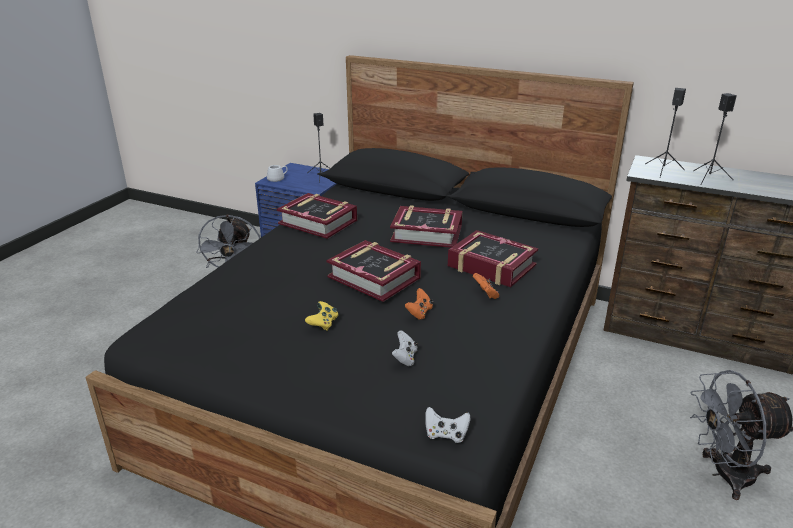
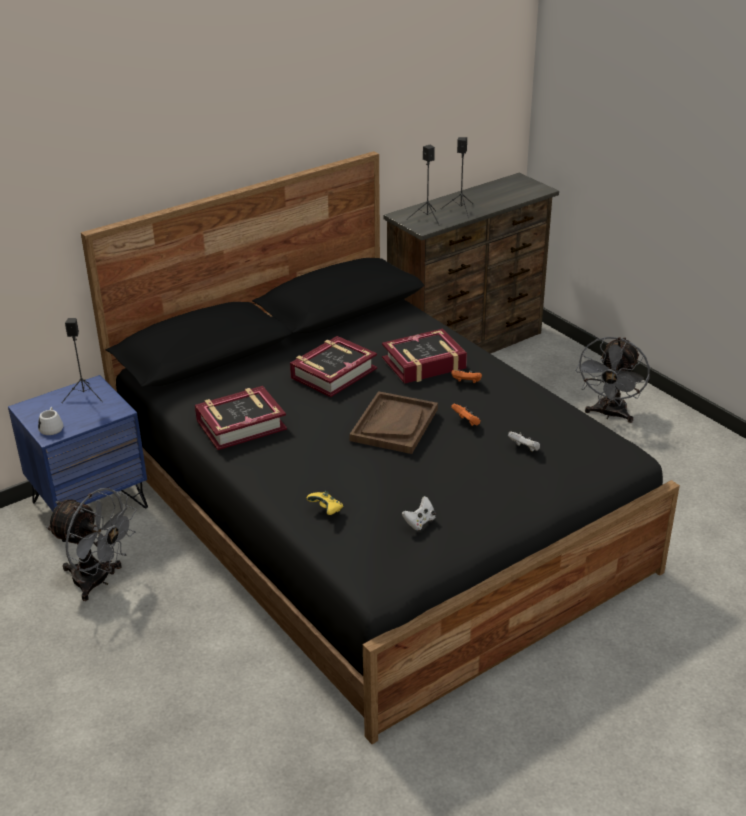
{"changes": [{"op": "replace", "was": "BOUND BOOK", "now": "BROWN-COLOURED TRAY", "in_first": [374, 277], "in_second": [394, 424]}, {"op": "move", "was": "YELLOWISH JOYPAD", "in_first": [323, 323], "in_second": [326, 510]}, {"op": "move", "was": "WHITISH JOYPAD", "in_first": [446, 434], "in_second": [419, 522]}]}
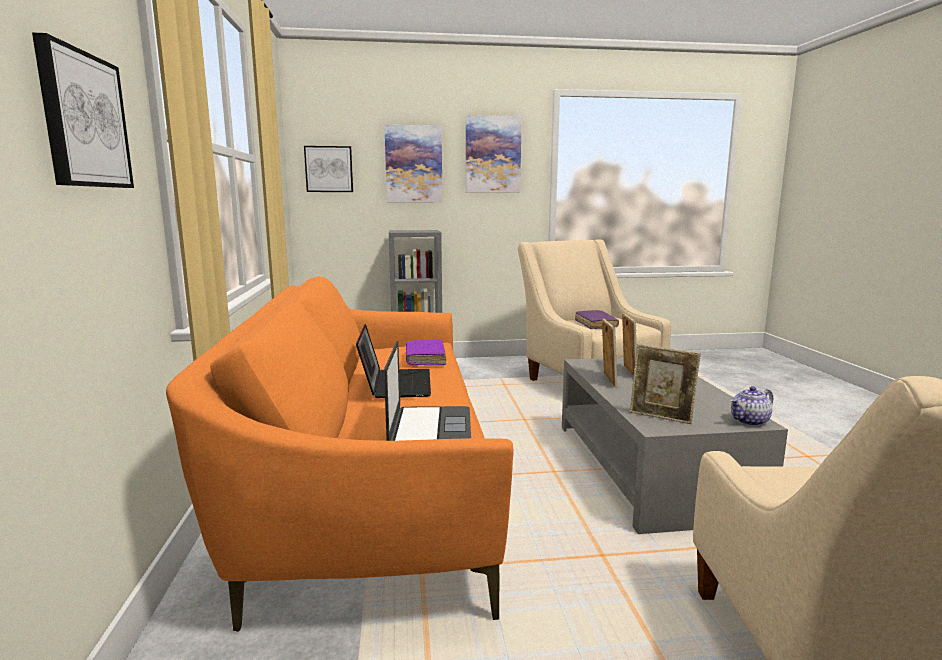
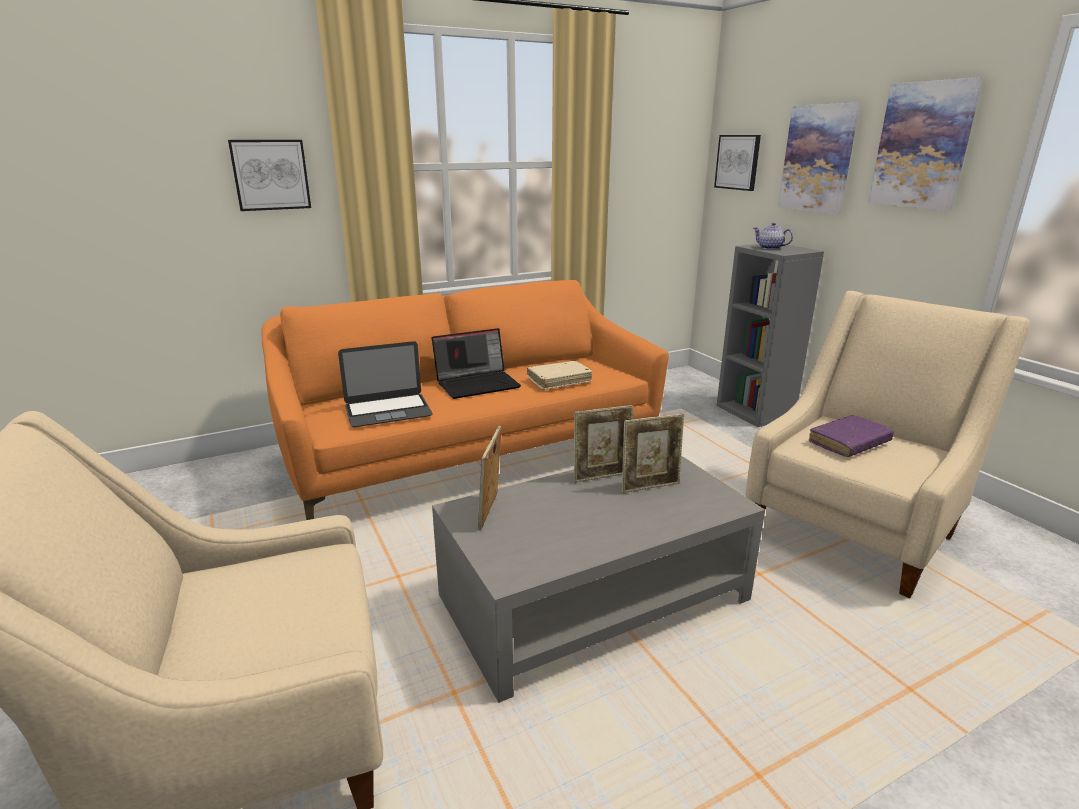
{"changes": [{"op": "recolor", "was": "PURPLISH BOUND BOOK", "now": "BEIGE BOUND BOOK", "in_first": [425, 359], "in_second": [559, 381]}, {"op": "move", "was": "TEA POT", "in_first": [750, 421], "in_second": [770, 248]}]}
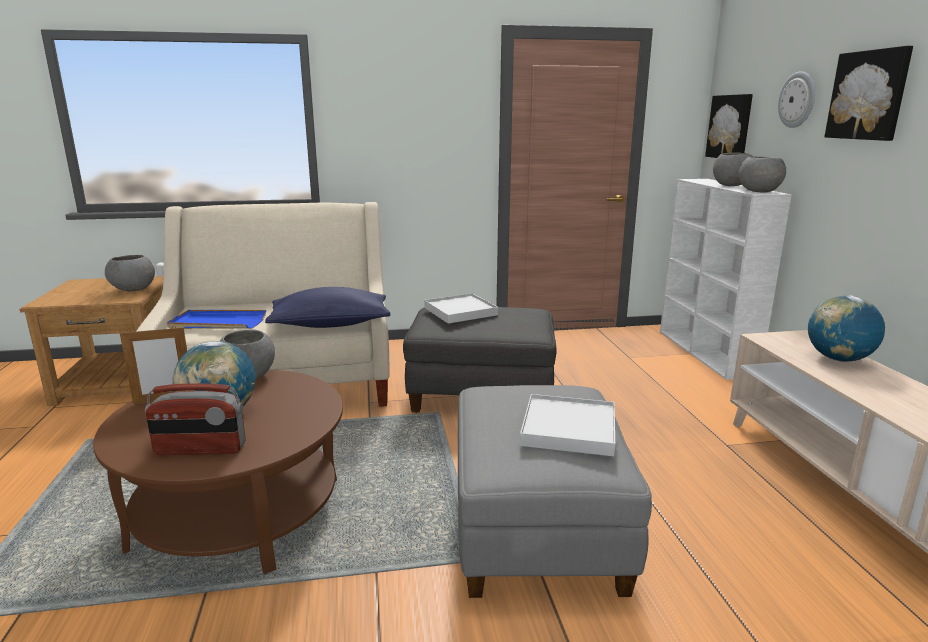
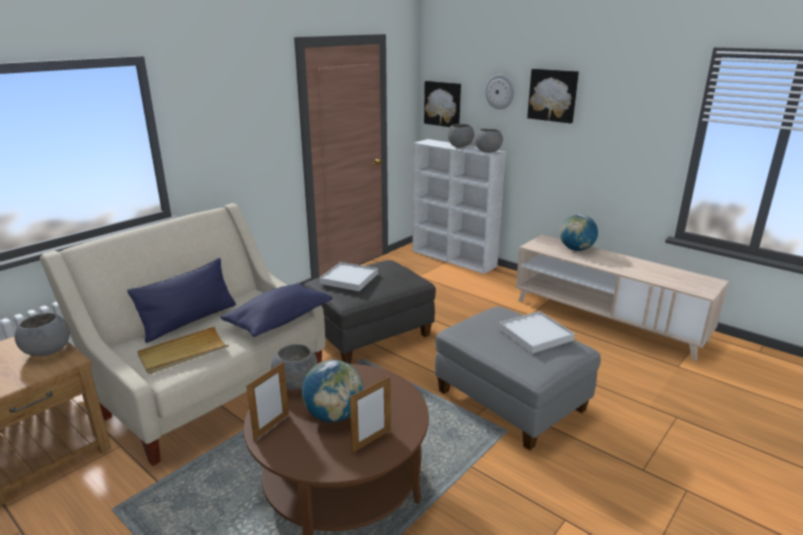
{"changes": [{"op": "recolor", "was": "BLUE TRAY", "now": "BEIGE TRAY", "in_first": [217, 323], "in_second": [183, 353]}, {"op": "replace", "was": "RADIO", "now": "PICTURE FRAME", "in_first": [200, 449], "in_second": [371, 441]}, {"op": "insert", "now": "BLUE CUSHION", "in_second": [189, 321]}]}
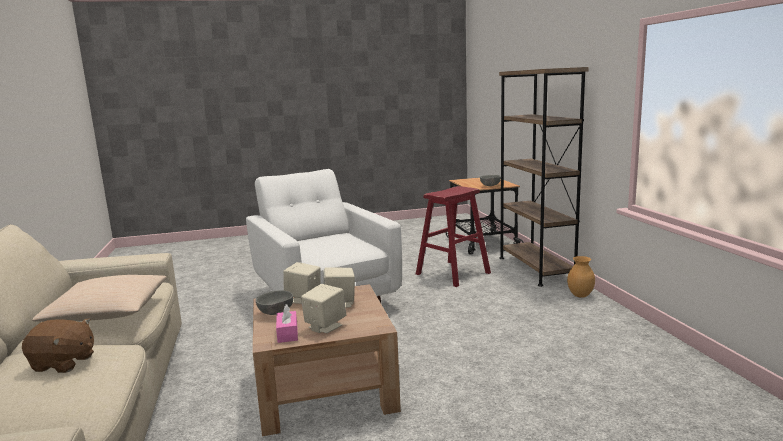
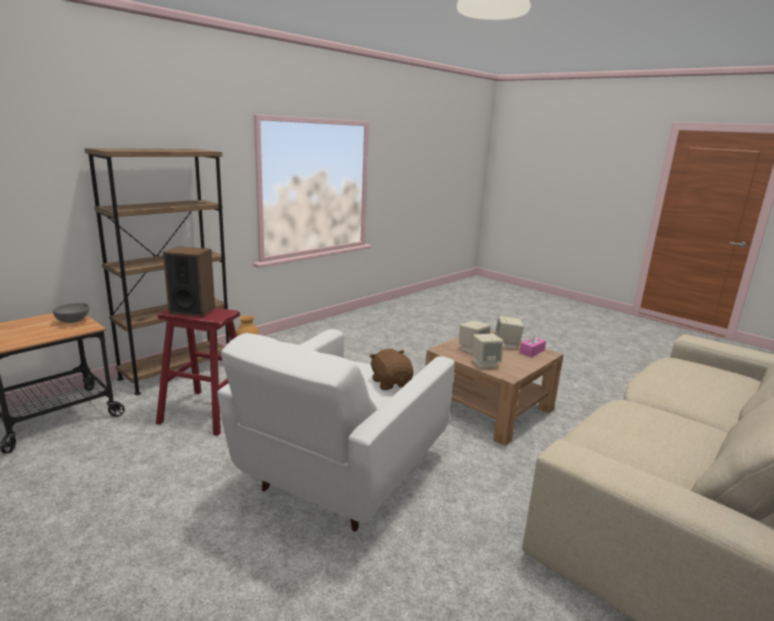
{"changes": [{"op": "delete", "was": "BEIGE CUSHION", "in_first": [108, 312]}, {"op": "delete", "was": "GREYISH SERVING BOWL", "in_first": [275, 313]}, {"op": "move", "was": "BROWN-COLOURED CUDDLY TOY", "in_first": [63, 363], "in_second": [391, 383]}, {"op": "insert", "now": "LOUDSPEAKER", "in_second": [192, 310]}]}
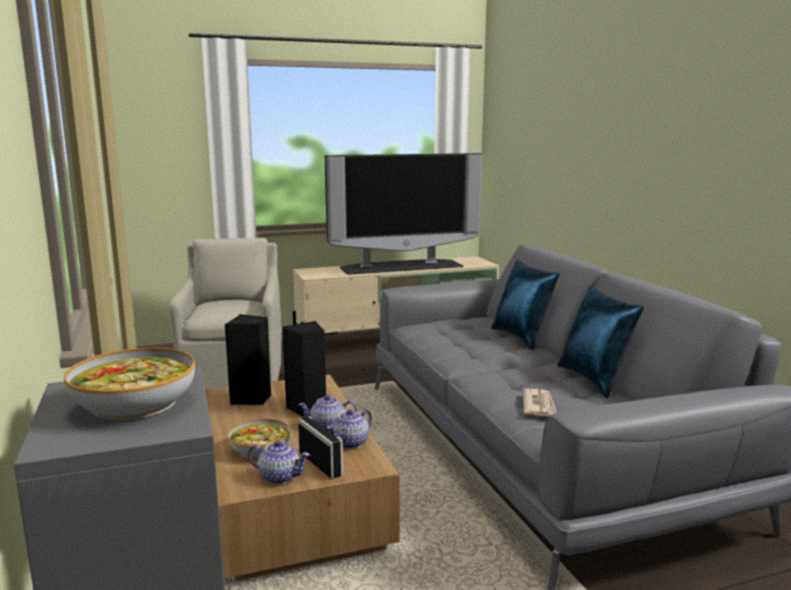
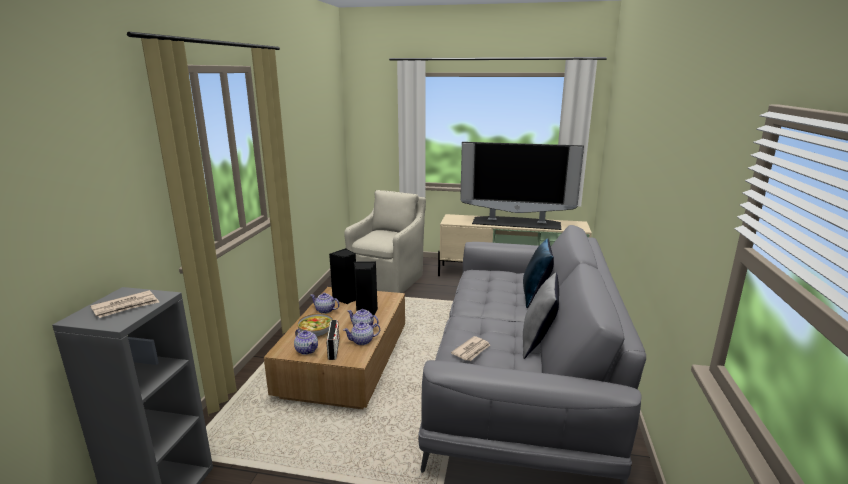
{"changes": [{"op": "recolor", "was": "BLUE CUSHION", "now": "GREYISH CUSHION", "in_first": [595, 380], "in_second": [538, 343]}, {"op": "replace", "was": "SERVING BOWL", "now": "DAILY PAPER", "in_first": [134, 403], "in_second": [126, 306]}, {"op": "insert", "now": "TEA POT", "in_second": [325, 310]}]}
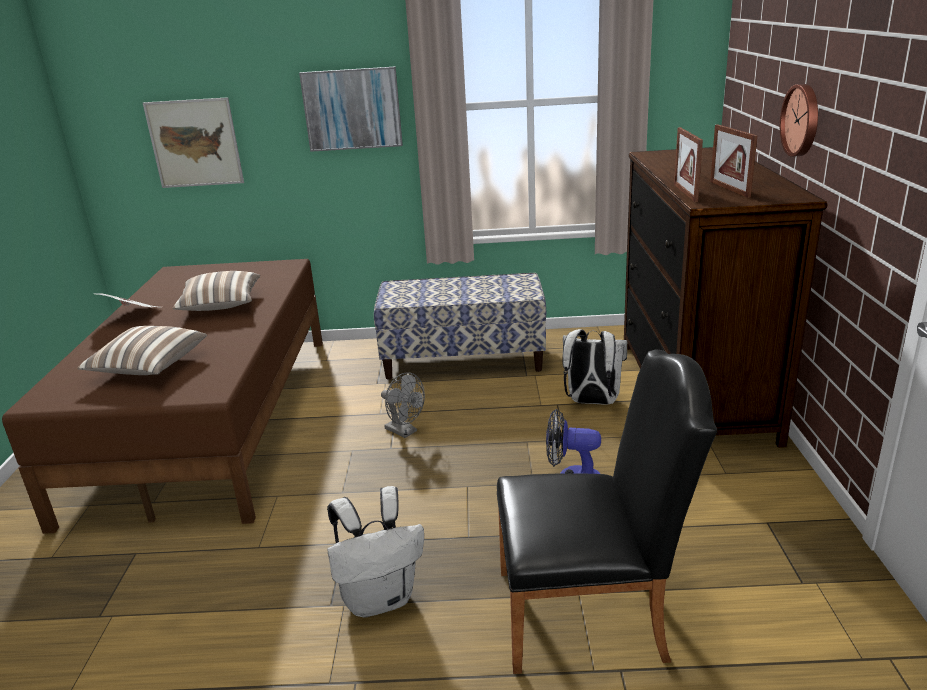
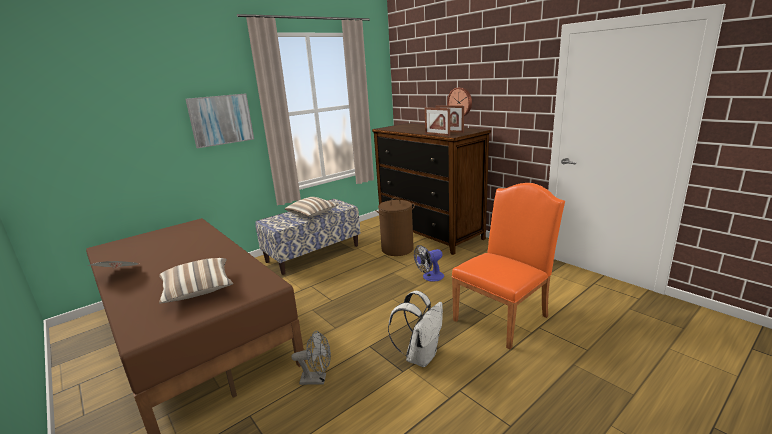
{"changes": [{"op": "delete", "was": "WALL PICTURE", "in_first": [195, 143]}, {"op": "move", "was": "CUSHION", "in_first": [221, 306], "in_second": [312, 214]}, {"op": "replace", "was": "WHITISH KNAPSACK", "now": "BROWN-COLOURED WASHING BASKET", "in_first": [591, 402], "in_second": [397, 249]}, {"op": "recolor", "was": "BLACK-COLOURED UPRIGHT CHAIR", "now": "ORANGEY UPRIGHT CHAIR", "in_first": [593, 612], "in_second": [504, 315]}, {"op": "move", "was": "GREYISH ELECTRIC FAN", "in_first": [405, 431], "in_second": [317, 379]}]}
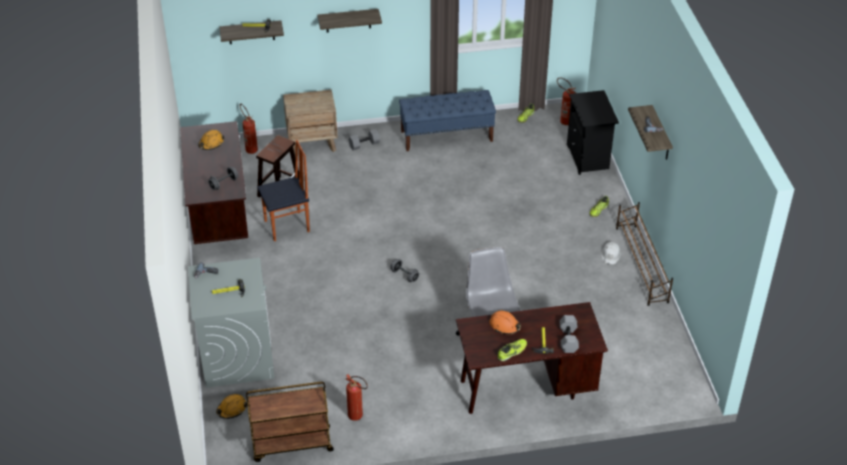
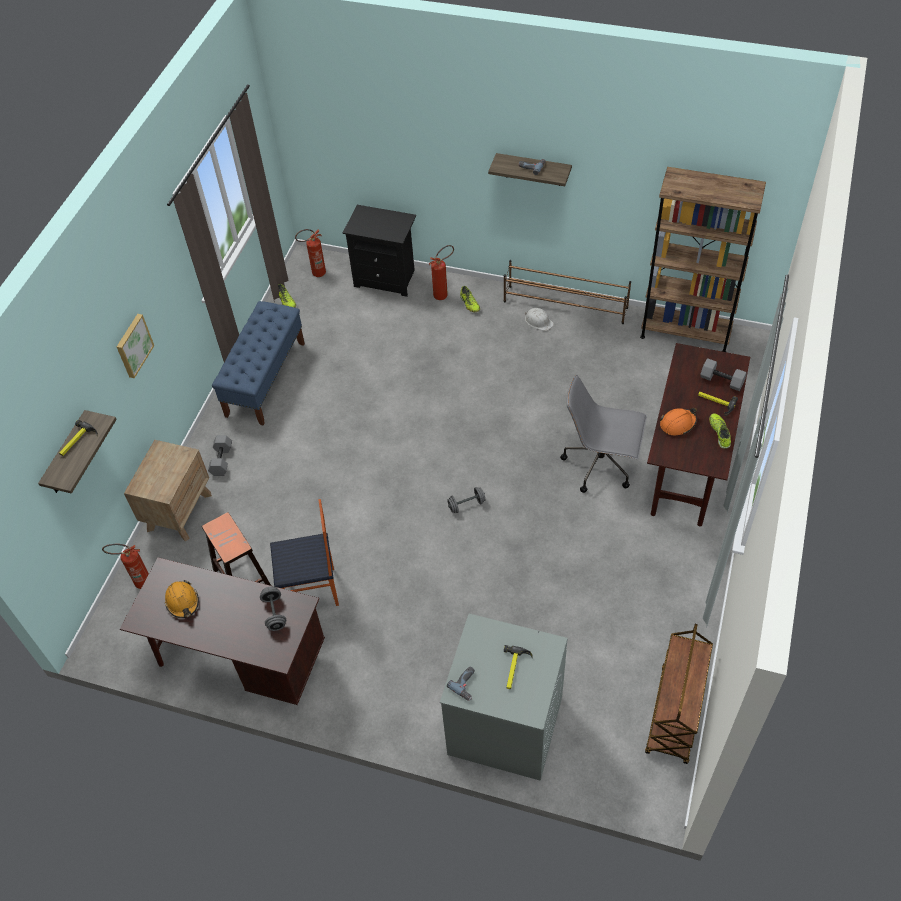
{"changes": [{"op": "replace", "was": "BRACKET SHELF", "now": "WALL PICTURE", "in_first": [348, 20], "in_second": [133, 345]}, {"op": "rotate", "was": "UPRIGHT CHAIR", "in_first": [287, 226], "in_second": [312, 591], "clockwise": 75}, {"op": "move", "was": "EXTINGUISHER", "in_first": [358, 417], "in_second": [443, 294]}, {"op": "delete", "was": "ORANGEY SAFETY HELMET", "in_first": [232, 409]}, {"op": "insert", "now": "BROWN-COLOURED BOOKSHELF", "in_second": [685, 332]}]}
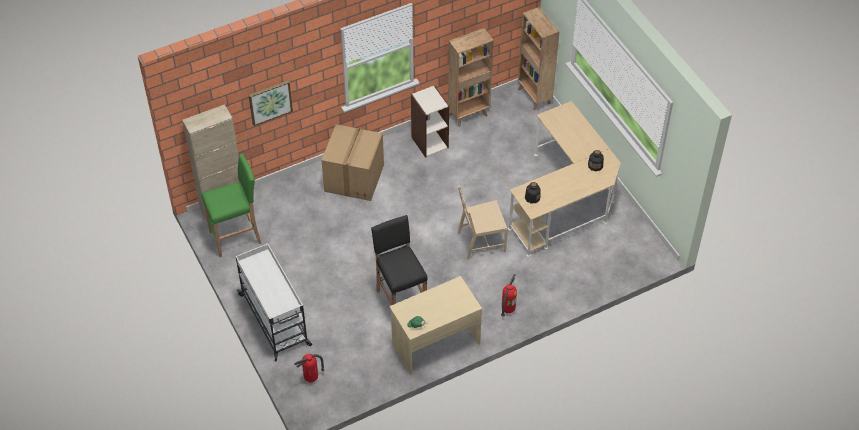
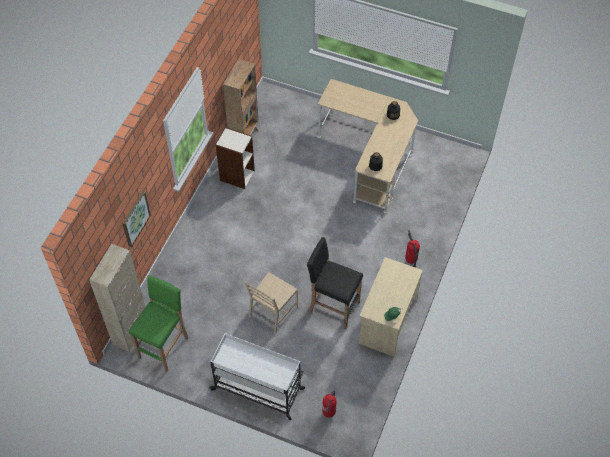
{"changes": [{"op": "delete", "was": "BROWN-COLOURED BOOKSHELF", "in_first": [534, 97]}, {"op": "delete", "was": "CARDBOARD BOX", "in_first": [354, 179]}, {"op": "move", "was": "BEIGE UPRIGHT CHAIR", "in_first": [481, 242], "in_second": [272, 312]}]}
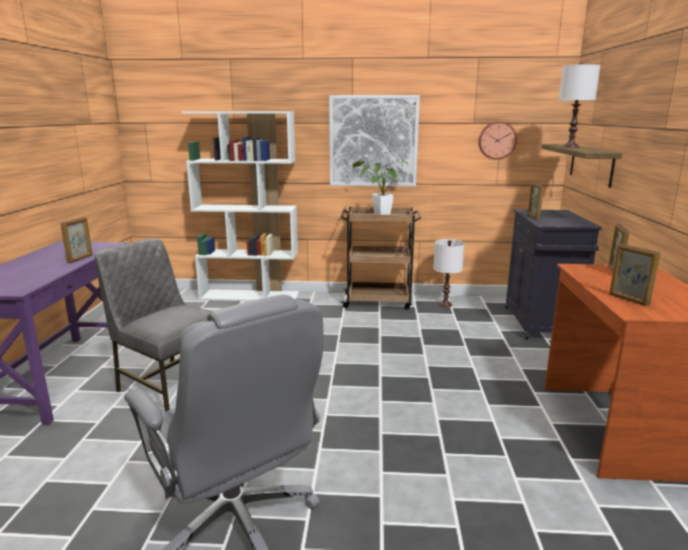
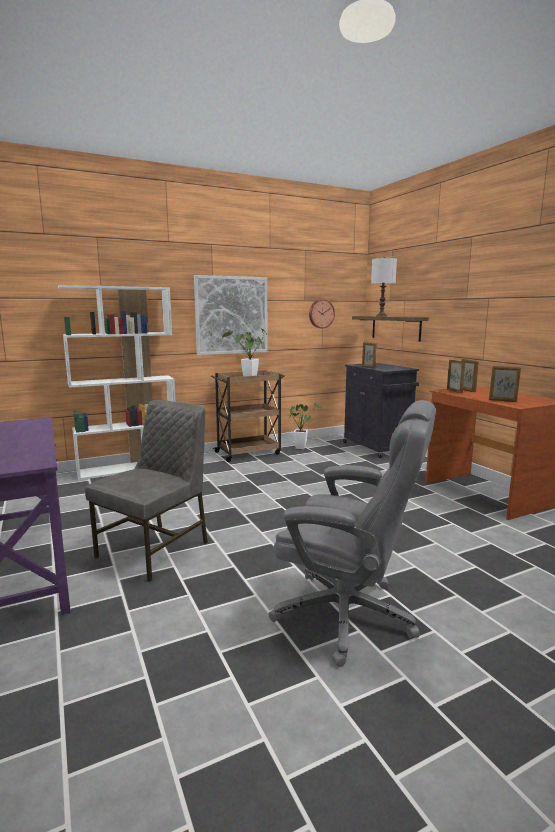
{"changes": [{"op": "move", "was": "PICTURE FRAME", "in_first": [80, 259], "in_second": [454, 391]}, {"op": "rotate", "was": "GREYISH UPRIGHT CHAIR", "in_first": [171, 387], "in_second": [156, 549], "clockwise": 120}, {"op": "replace", "was": "WHITISH TABLETOP LAMP", "now": "HOUSEPLANT", "in_first": [445, 305], "in_second": [301, 447]}]}
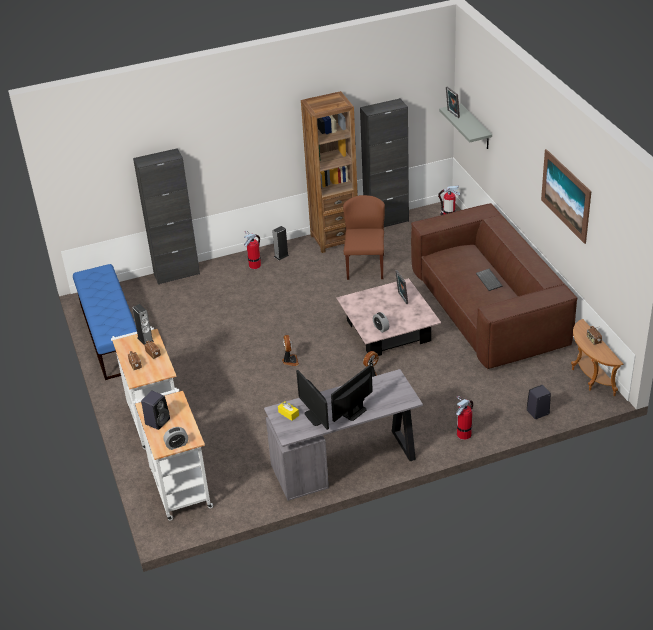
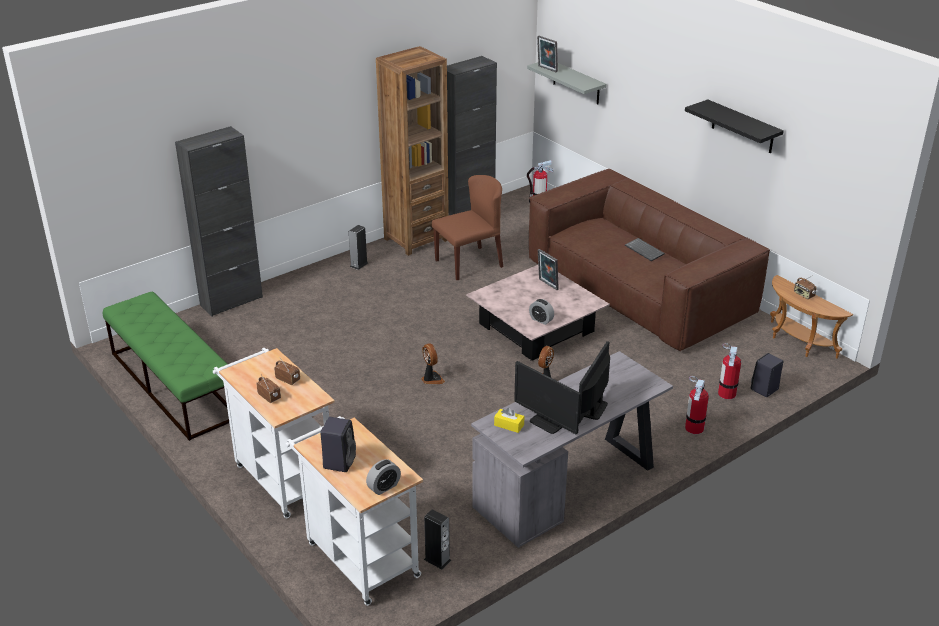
{"changes": [{"op": "replace", "was": "WALL PICTURE", "now": "BLACK-COLOURED BRACKET SHELF", "in_first": [566, 195], "in_second": [742, 127]}, {"op": "rotate", "was": "BROWN-COLOURED UPRIGHT CHAIR", "in_first": [365, 266], "in_second": [469, 263], "clockwise": 75}, {"op": "move", "was": "EXTINGUISHER", "in_first": [255, 265], "in_second": [726, 393]}, {"op": "recolor", "was": "BLUE LONG SEAT", "now": "GREEN LONG SEAT", "in_first": [111, 335], "in_second": [173, 385]}, {"op": "move", "was": "LOUDSPEAKER", "in_first": [145, 339], "in_second": [437, 560]}]}
